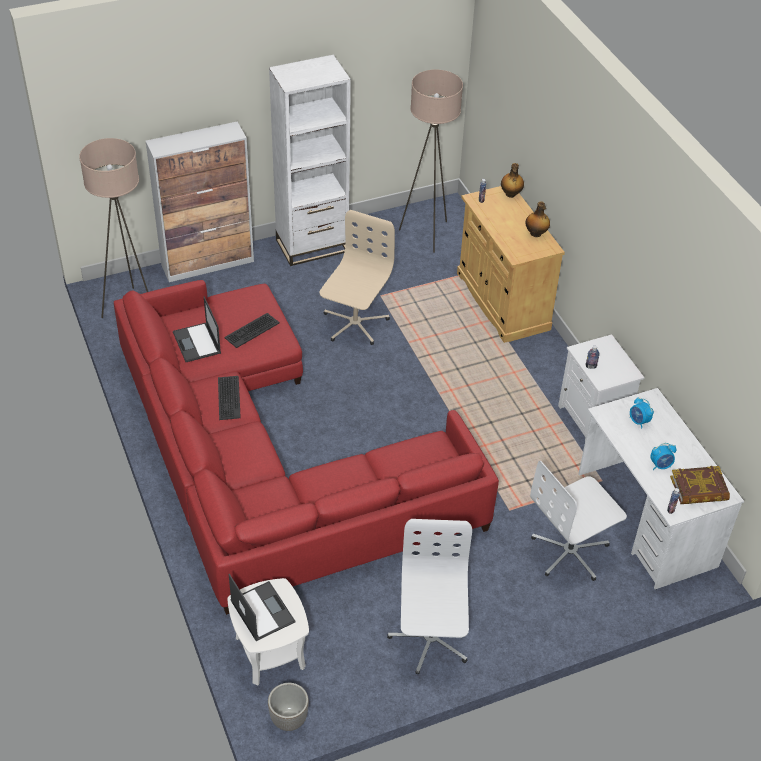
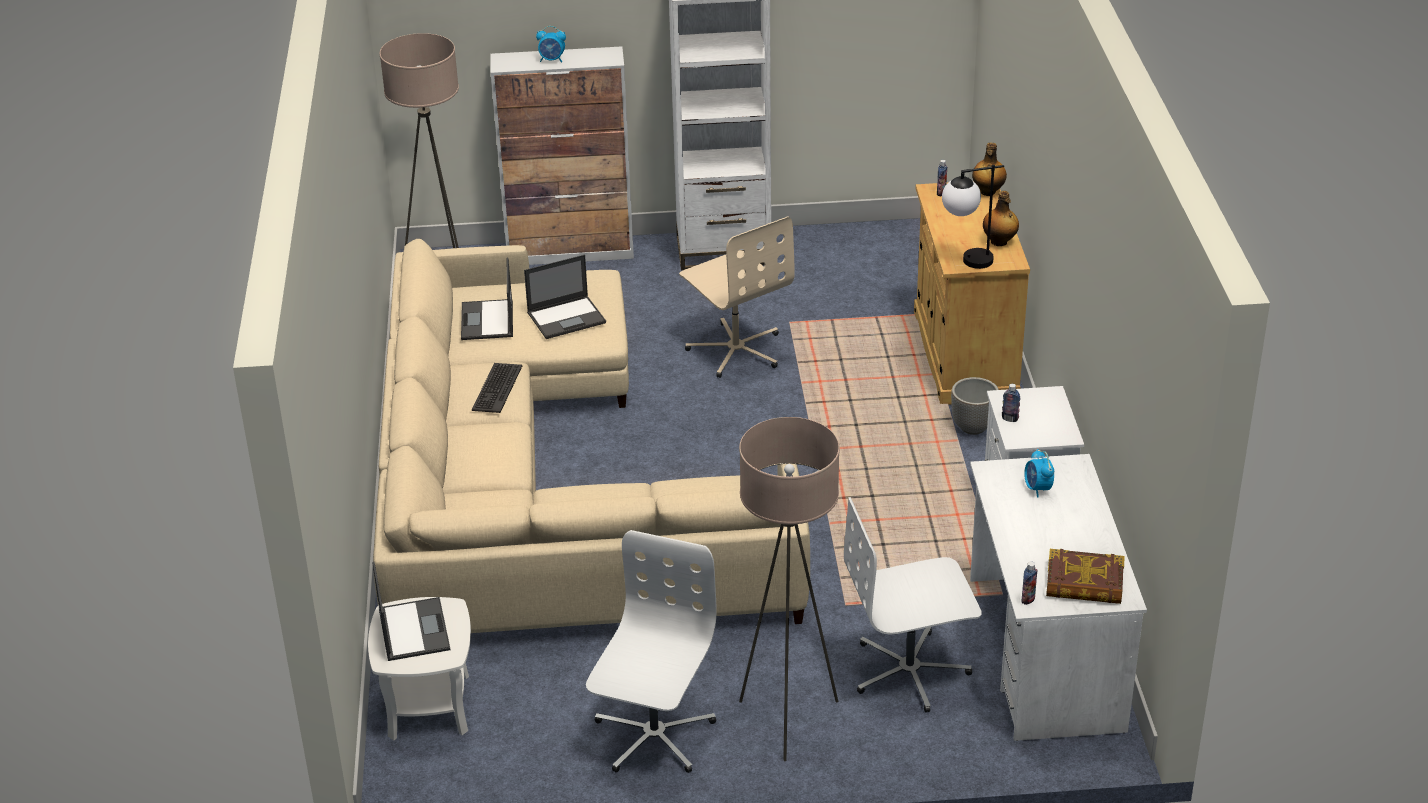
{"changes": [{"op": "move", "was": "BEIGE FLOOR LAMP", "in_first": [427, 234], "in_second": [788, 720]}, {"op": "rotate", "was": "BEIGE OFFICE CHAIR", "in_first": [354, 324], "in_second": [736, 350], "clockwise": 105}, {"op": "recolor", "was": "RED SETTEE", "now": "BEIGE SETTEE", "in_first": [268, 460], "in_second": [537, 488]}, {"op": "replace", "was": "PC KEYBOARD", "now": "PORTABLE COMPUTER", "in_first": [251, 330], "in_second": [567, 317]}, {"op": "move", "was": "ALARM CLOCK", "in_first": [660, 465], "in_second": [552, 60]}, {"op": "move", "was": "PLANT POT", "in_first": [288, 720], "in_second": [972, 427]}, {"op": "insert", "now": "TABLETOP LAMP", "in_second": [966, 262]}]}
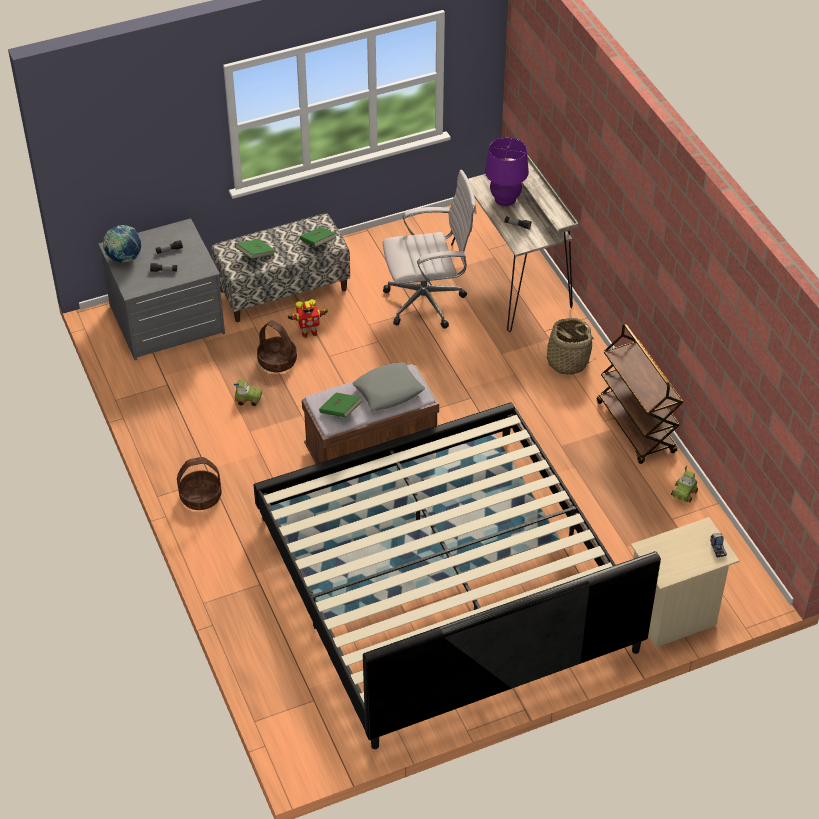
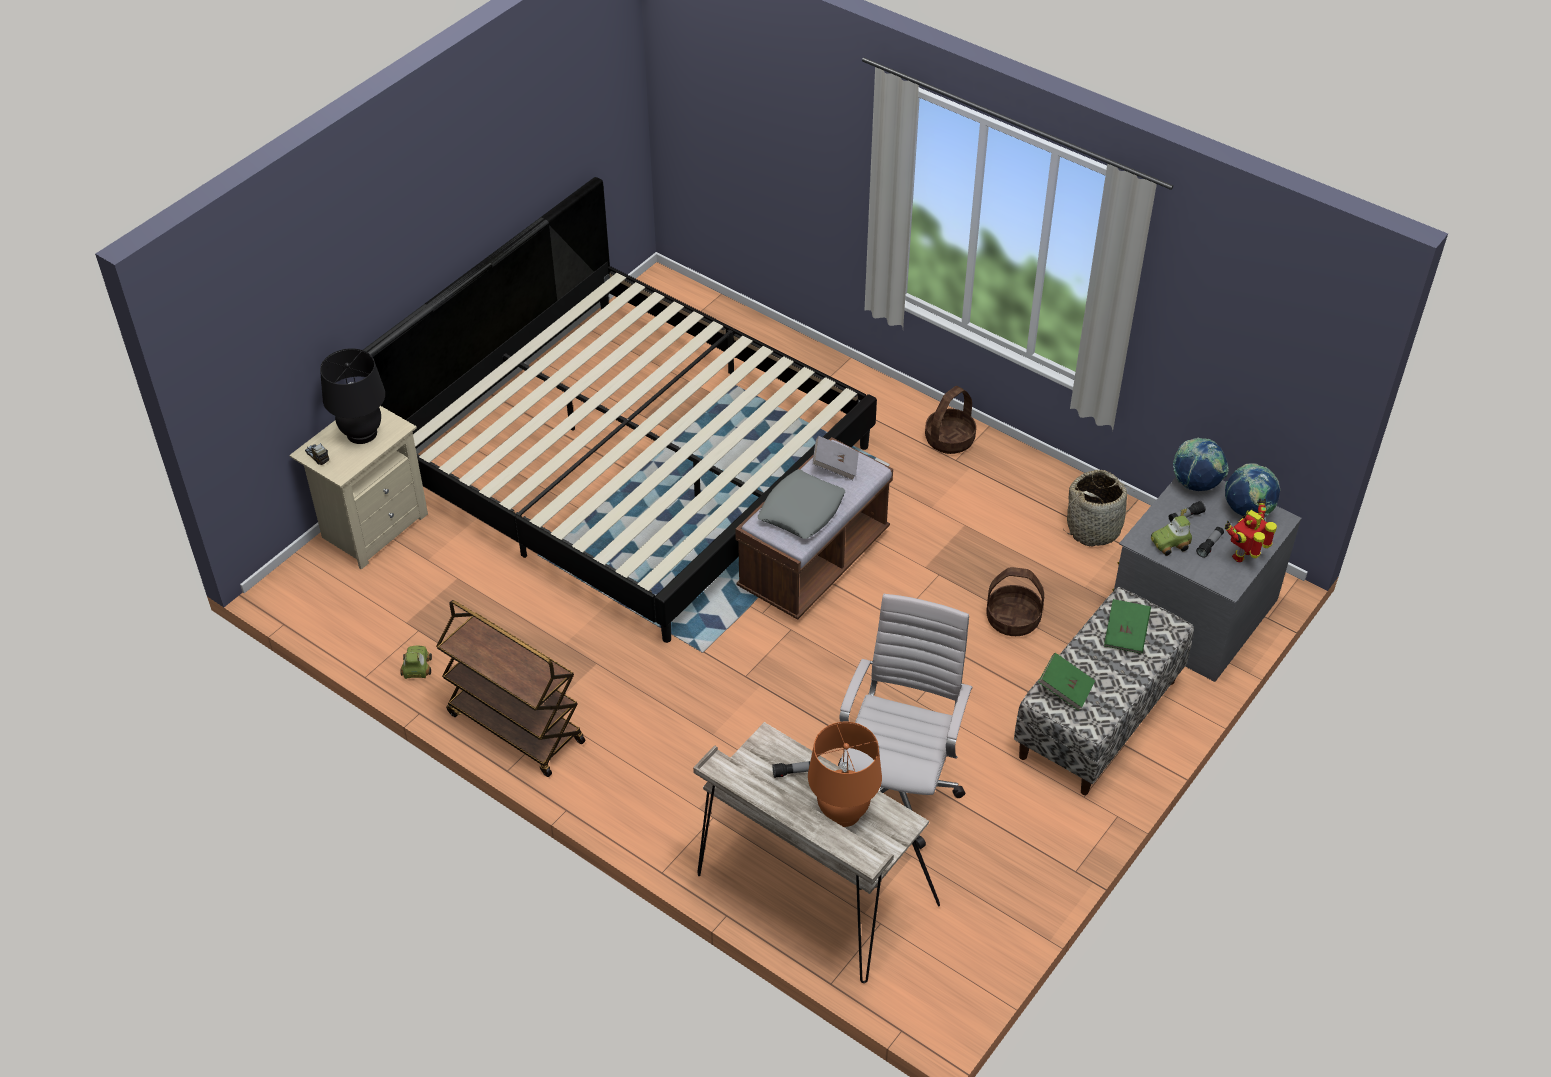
{"changes": [{"op": "recolor", "was": "PURPLISH TABLETOP LAMP", "now": "ORANGEY TABLETOP LAMP", "in_first": [505, 199], "in_second": [843, 812]}, {"op": "rotate", "was": "WHITISH OFFICE CHAIR", "in_first": [428, 302], "in_second": [898, 790], "clockwise": 150}, {"op": "move", "was": "MODEL ROBOT", "in_first": [308, 333], "in_second": [1244, 555]}, {"op": "move", "was": "STORAGE BASKET", "in_first": [567, 361], "in_second": [1094, 528]}, {"op": "move", "was": "MINIATURE CAR", "in_first": [248, 398], "in_second": [1170, 544]}, {"op": "recolor", "was": "GREEN BOUND BOOK", "now": "GREYISH BOUND BOOK", "in_first": [340, 411], "in_second": [835, 466]}, {"op": "insert", "now": "BLACK-COLOURED TABLETOP LAMP", "in_second": [362, 433]}, {"op": "insert", "now": "GLOBE", "in_second": [1196, 484]}]}
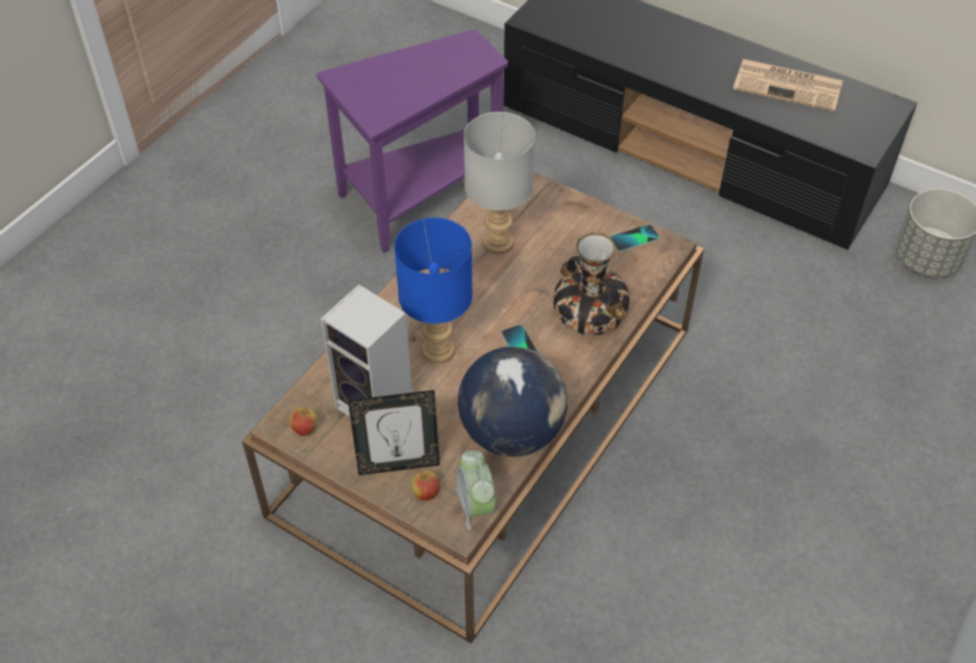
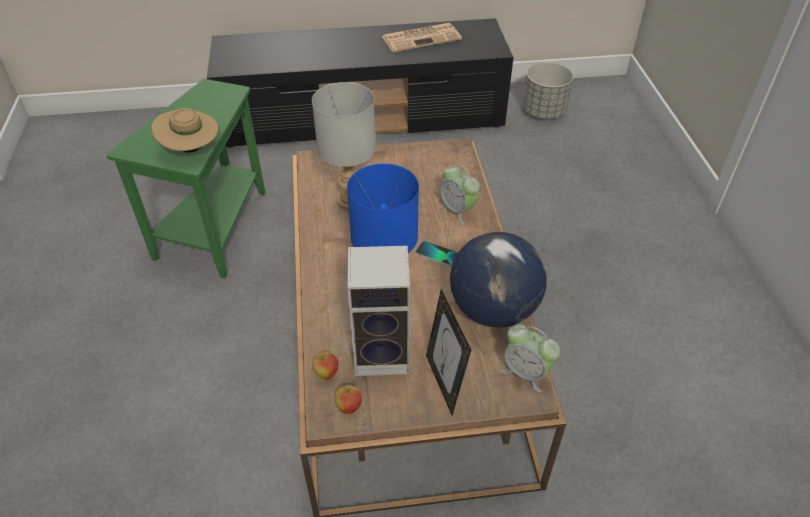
{"changes": [{"op": "recolor", "was": "PURPLISH END TABLE", "now": "GREEN END TABLE", "in_first": [418, 198], "in_second": [215, 231]}, {"op": "delete", "was": "PHONE", "in_first": [634, 239]}, {"op": "replace", "was": "VASE", "now": "ALARM CLOCK", "in_first": [590, 314], "in_second": [458, 210]}, {"op": "rotate", "was": "PICTURE FRAME", "in_first": [398, 464], "in_second": [444, 383], "clockwise": 120}, {"op": "move", "was": "APPLE", "in_first": [426, 493], "in_second": [326, 373]}, {"op": "insert", "now": "BEIGE HAT", "in_second": [191, 149]}]}
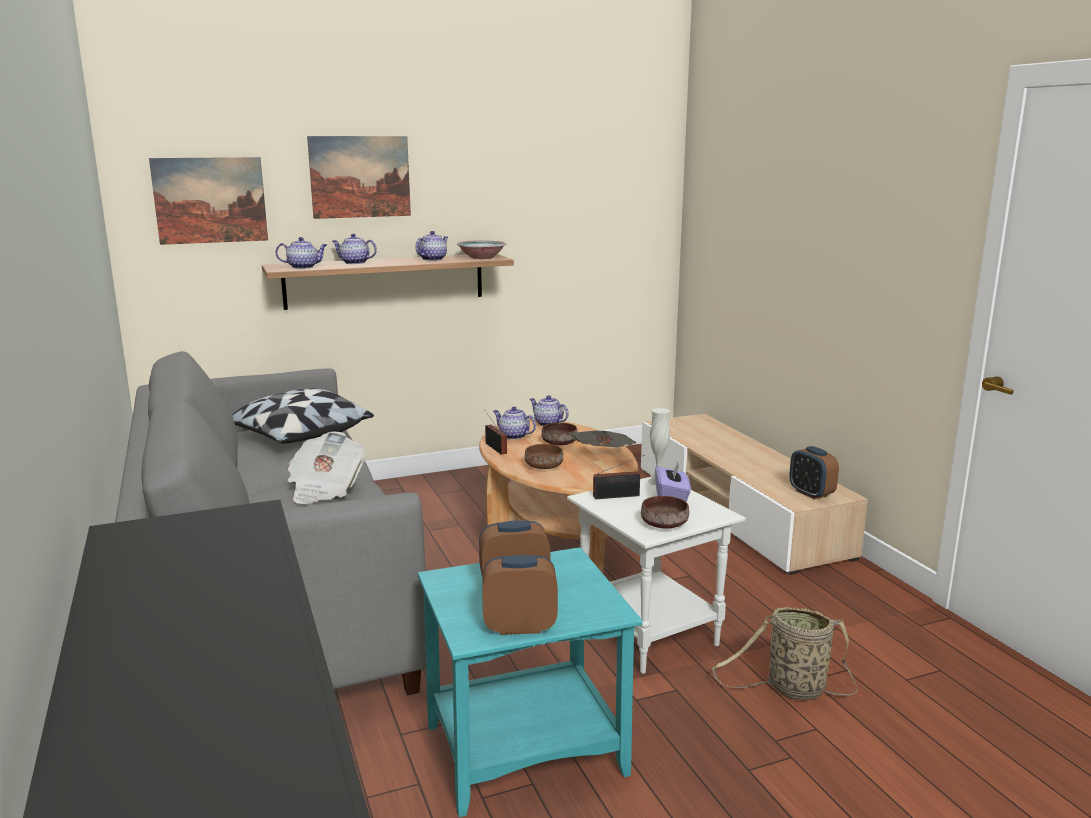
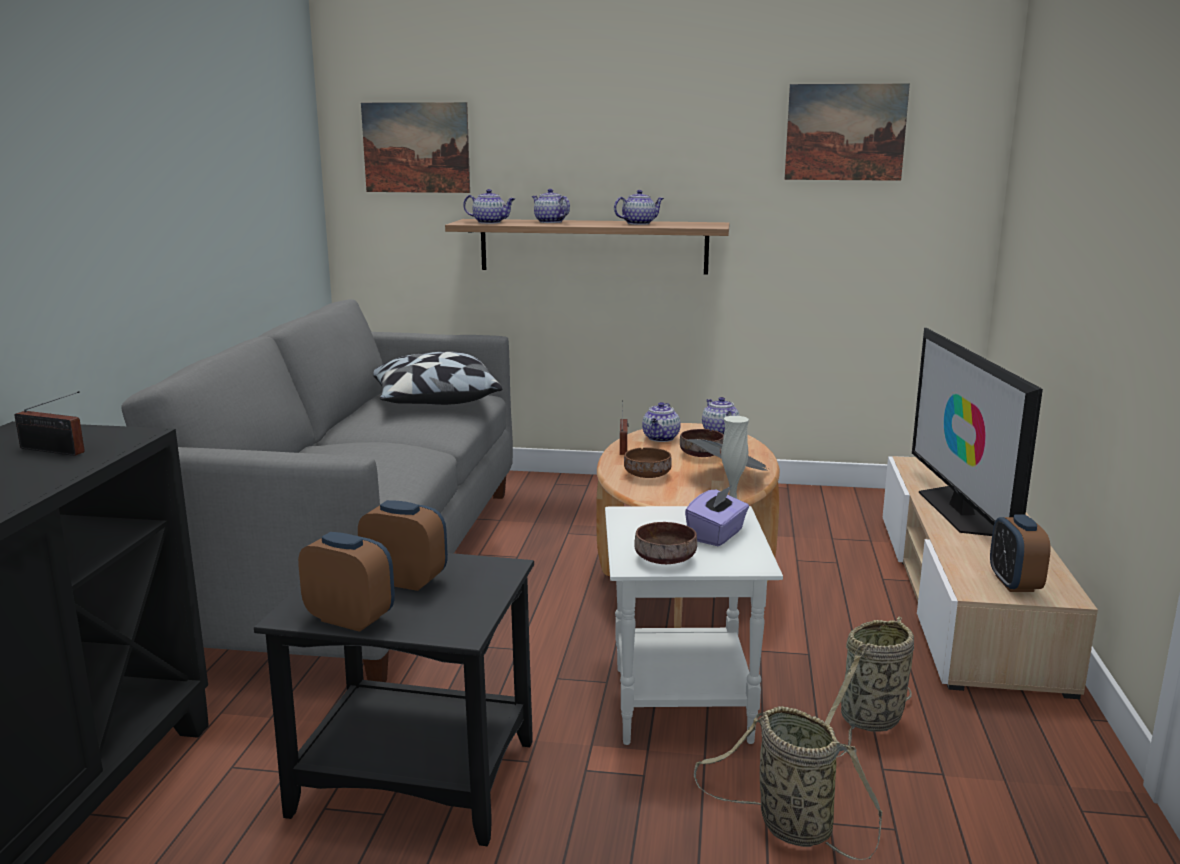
{"changes": [{"op": "move", "was": "WALL PICTURE", "in_first": [360, 177], "in_second": [845, 132]}, {"op": "delete", "was": "SERVING BOWL", "in_first": [481, 257]}, {"op": "rotate", "was": "TEA POT", "in_first": [513, 436], "in_second": [661, 438], "clockwise": -135}, {"op": "delete", "was": "DAILY PAPER", "in_first": [325, 489]}, {"op": "move", "was": "RADIO", "in_first": [619, 496], "in_second": [55, 451]}, {"op": "recolor", "was": "TURQUOISE END TABLE", "now": "BLACK-COLOURED END TABLE", "in_first": [526, 751], "in_second": [413, 780]}, {"op": "insert", "now": "TELEVISION", "in_second": [961, 511]}, {"op": "insert", "now": "STORAGE BASKET", "in_second": [869, 722]}]}
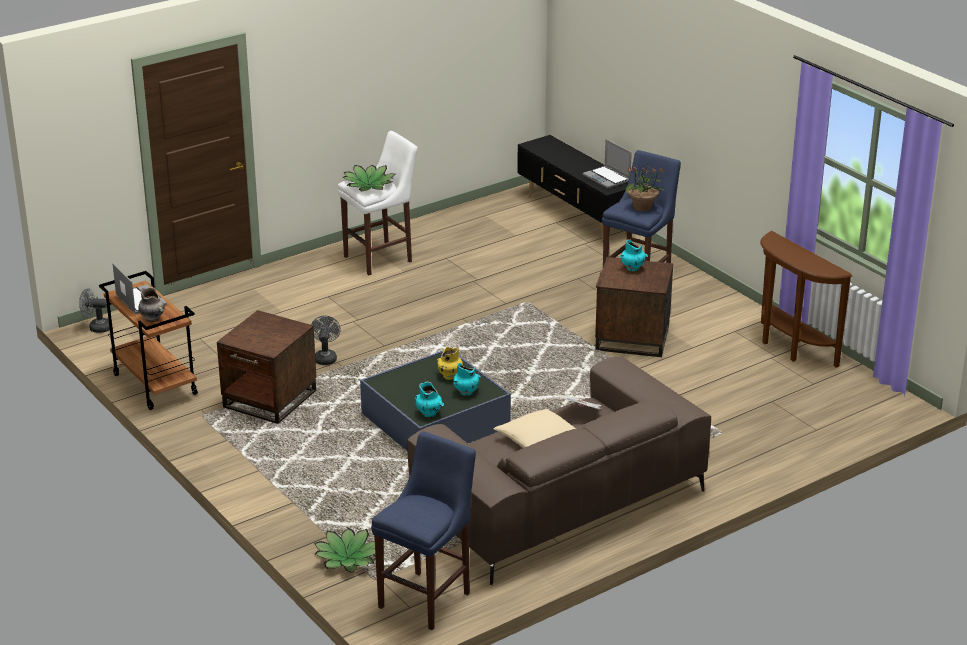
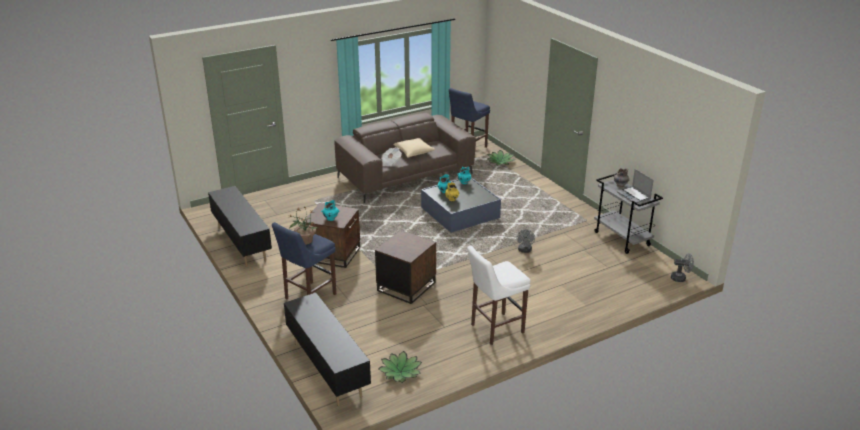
{"changes": [{"op": "delete", "was": "PORTABLE COMPUTER", "in_first": [607, 178]}, {"op": "move", "was": "HOUSEPLANT", "in_first": [369, 184], "in_second": [400, 372]}, {"op": "replace", "was": "BROWN-COLOURED HALL TABLE", "now": "BLACK-COLOURED TV UNIT", "in_first": [790, 348], "in_second": [242, 243]}, {"op": "recolor", "was": "BROWN-COLOURED TROLLEY", "now": "GREYISH TROLLEY", "in_first": [154, 384], "in_second": [622, 239]}, {"op": "move", "was": "BROWN-COLOURED END TABLE", "in_first": [270, 399], "in_second": [406, 286]}]}
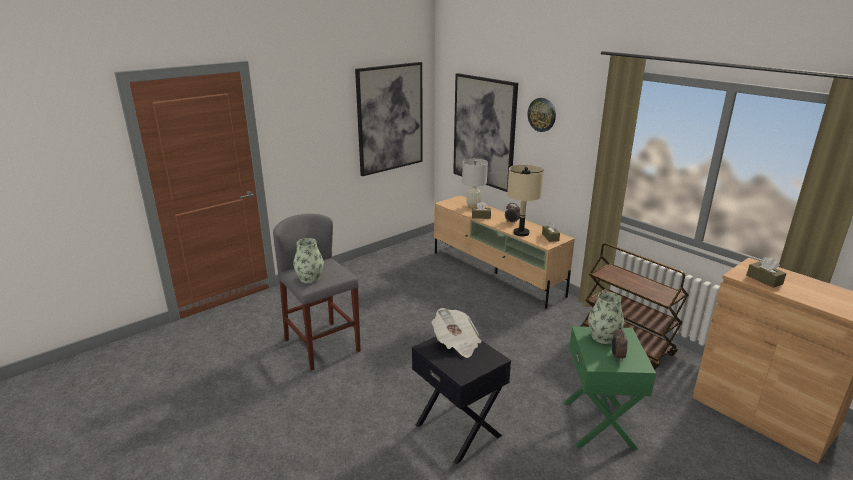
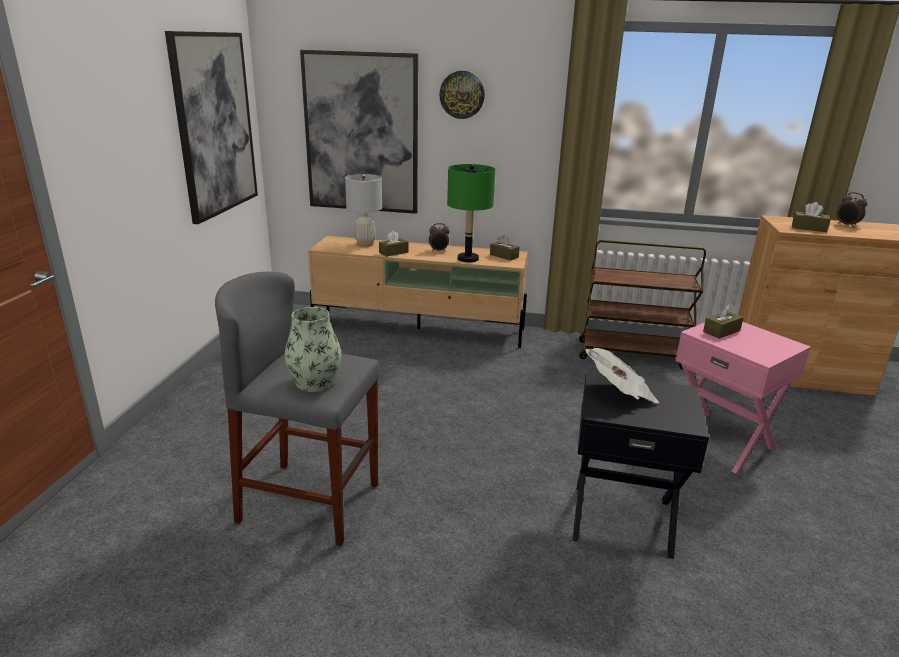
{"changes": [{"op": "recolor", "was": "BEIGE TABLETOP LAMP", "now": "GREEN TABLETOP LAMP", "in_first": [521, 233], "in_second": [468, 259]}, {"op": "replace", "was": "VASE", "now": "BROWN-COLOURED TISSUE BOX", "in_first": [603, 337], "in_second": [721, 331]}, {"op": "recolor", "was": "GREEN END TABLE", "now": "PINK END TABLE", "in_first": [600, 424], "in_second": [720, 440]}, {"op": "move", "was": "ALARM CLOCK", "in_first": [617, 357], "in_second": [847, 225]}]}
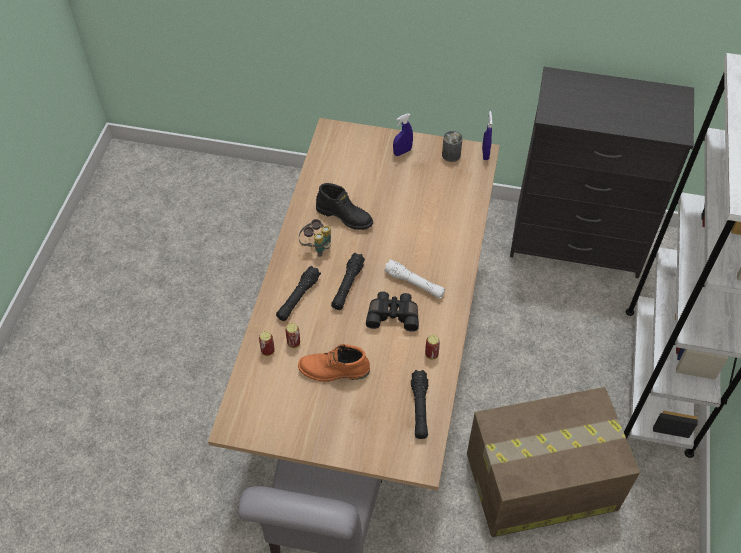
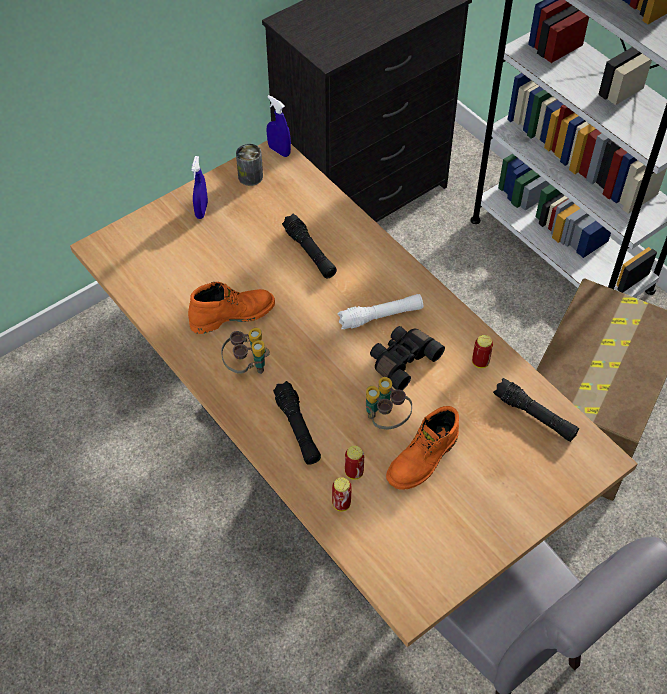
{"changes": [{"op": "recolor", "was": "BLACK-COLOURED BOOT", "now": "ORANGEY BOOT", "in_first": [345, 216], "in_second": [232, 314]}, {"op": "move", "was": "BLACK-COLOURED TORCH", "in_first": [347, 285], "in_second": [310, 252]}, {"op": "insert", "now": "PAIR OF BINOCULARS", "in_second": [385, 419]}]}
